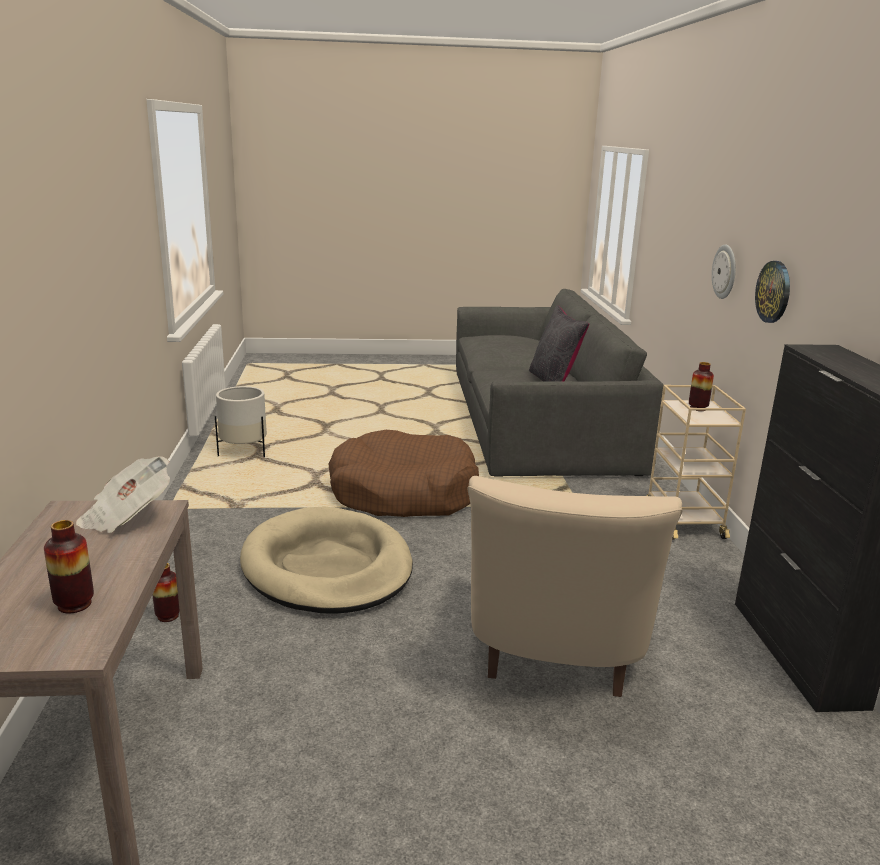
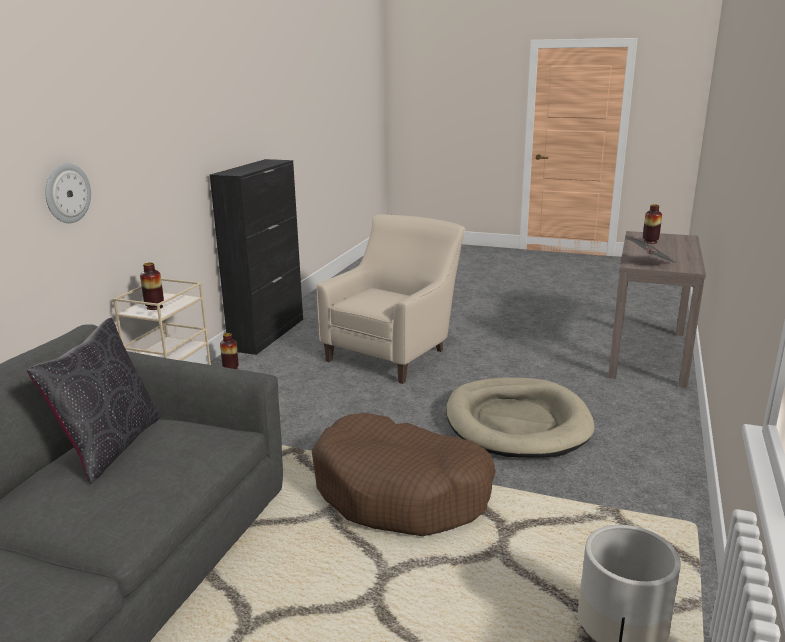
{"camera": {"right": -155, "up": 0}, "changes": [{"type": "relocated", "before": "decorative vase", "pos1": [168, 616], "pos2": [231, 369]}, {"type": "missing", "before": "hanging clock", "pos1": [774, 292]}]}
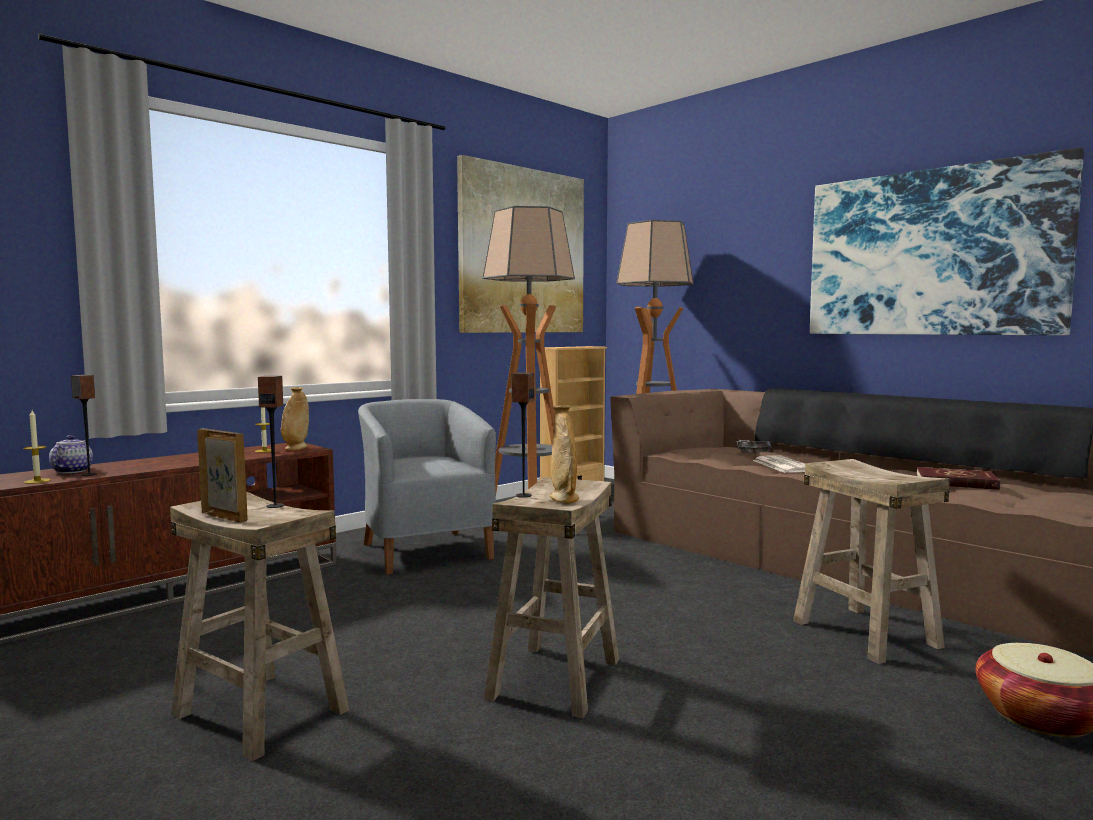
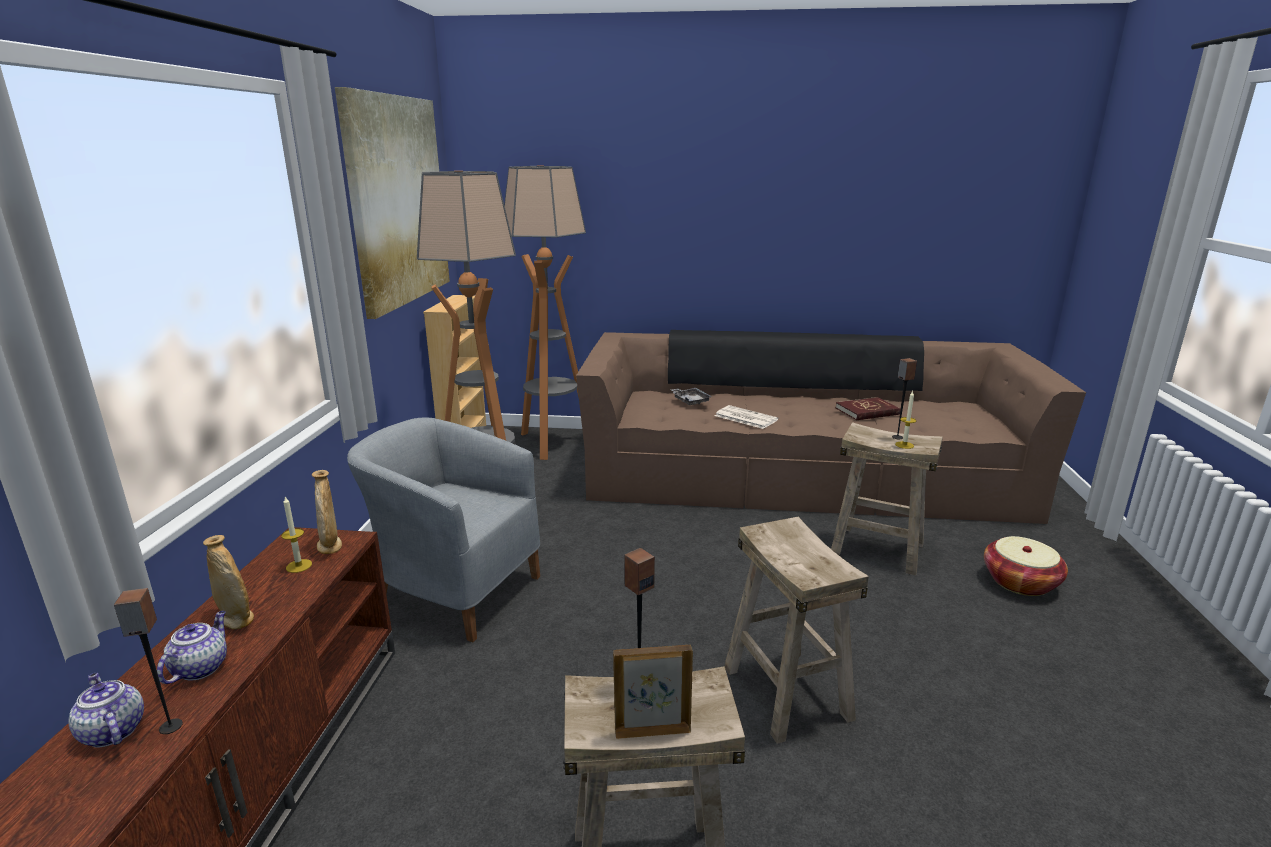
{"camera": {"right": -40, "up": 15}, "changes": [{"type": "relocated", "before": "wax candle", "pos1": [37, 481], "pos2": [904, 445]}, {"type": "relocated", "before": "speaker", "pos1": [523, 495], "pos2": [897, 437]}, {"type": "relocated", "before": "beige-coloured decorative vase", "pos1": [564, 499], "pos2": [236, 619]}, {"type": "missing", "before": "wall art", "pos1": [931, 253]}, {"type": "appeared", "after": "pot for tea", "pos2": [200, 667]}]}
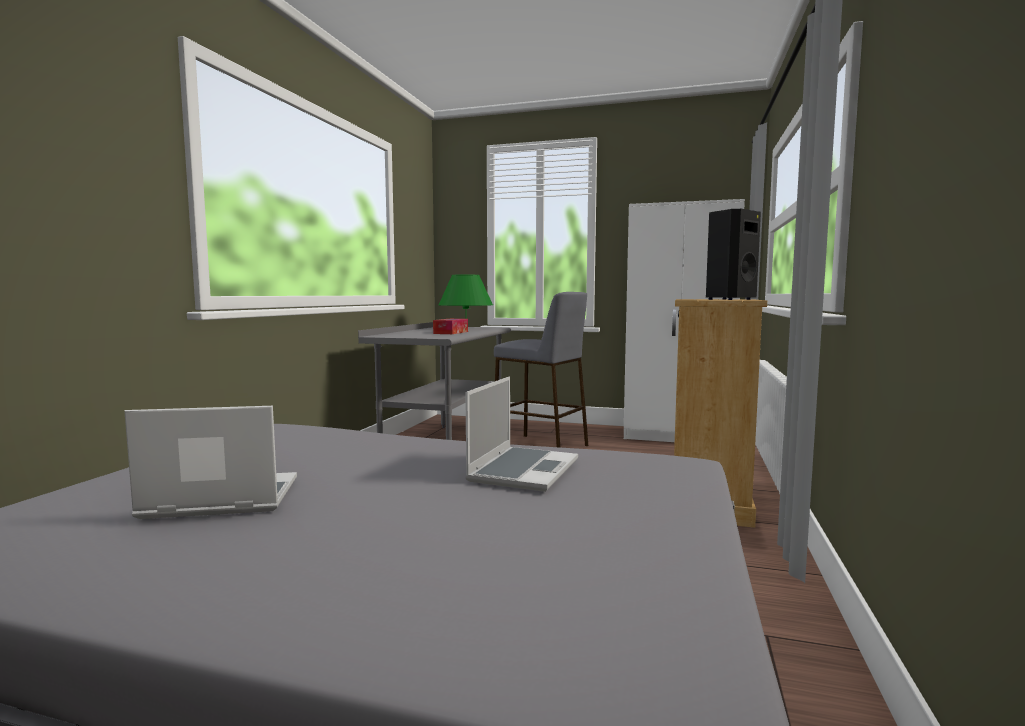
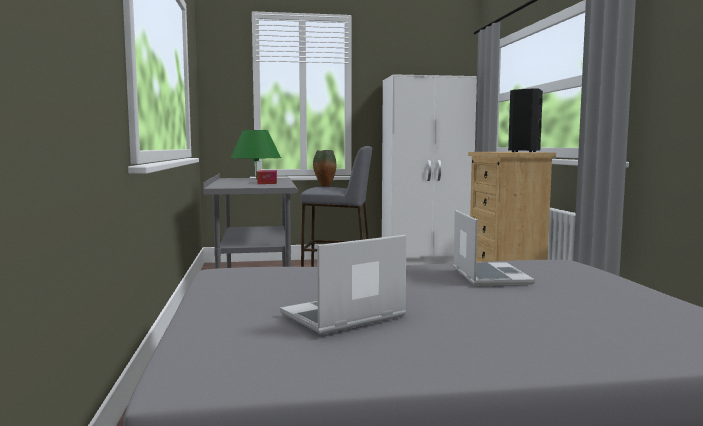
{"camera": {"right": -25, "up": 0}, "changes": [{"type": "appeared", "after": "decorative vase", "pos2": [324, 186]}]}
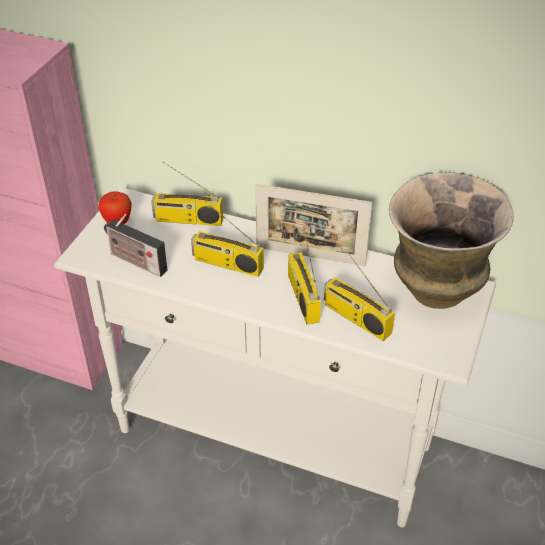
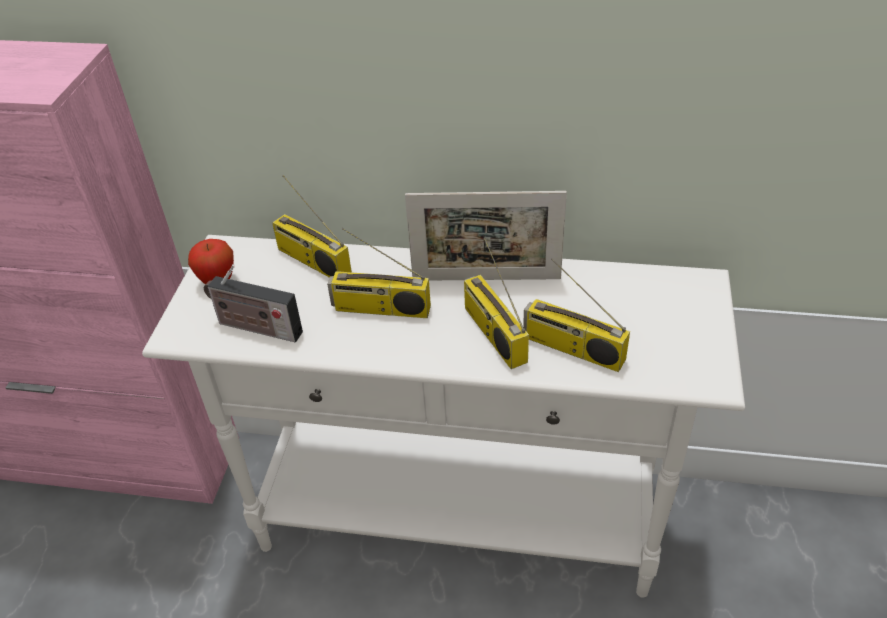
{"camera": {"right": -10, "up": 0}, "changes": [{"type": "spun", "before": "radio", "pos1": [188, 220], "pos2": [311, 261], "turn": 45}, {"type": "missing", "before": "decorative vase", "pos1": [435, 293]}]}
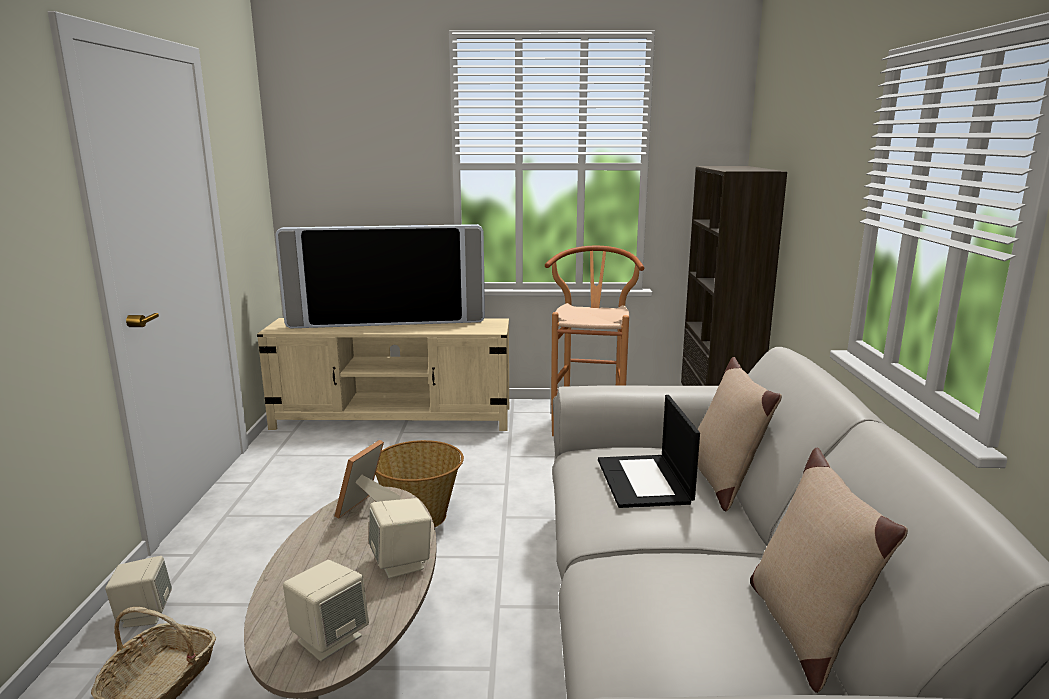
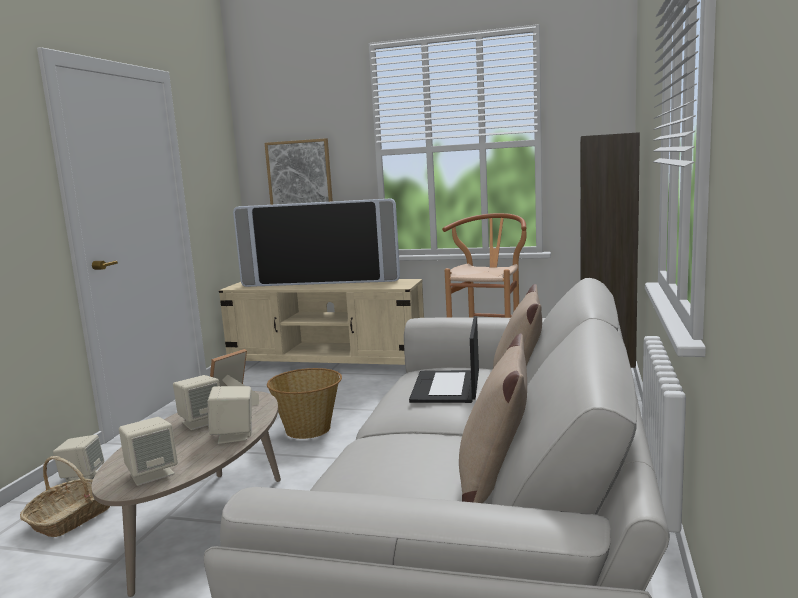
{"camera": {"right": 15, "up": -5}, "changes": [{"type": "appeared", "after": "beige-coloured speaker", "pos2": [201, 422]}, {"type": "appeared", "after": "wall art", "pos2": [299, 174]}]}
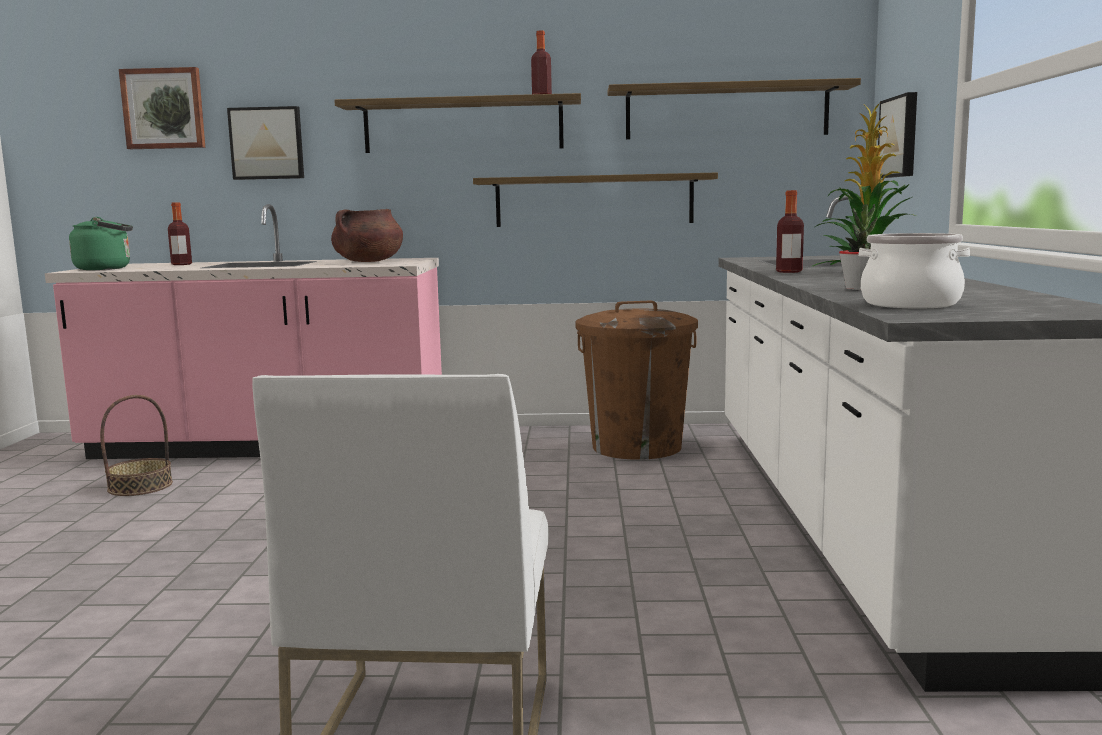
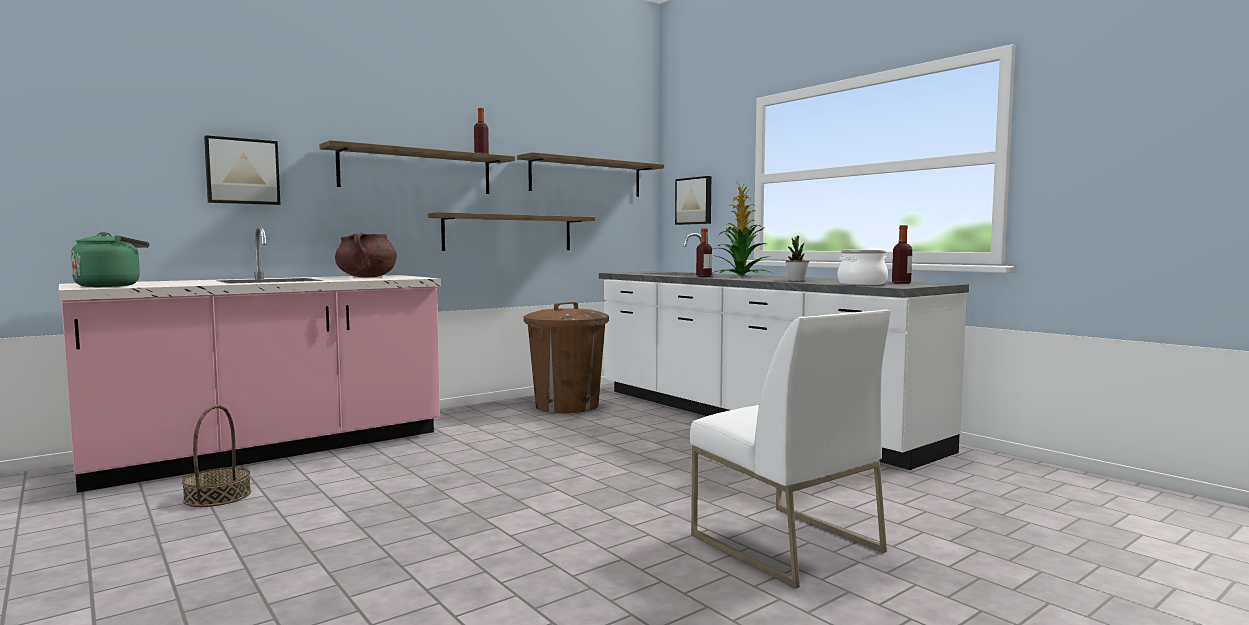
{"camera": {"right": -40, "up": -5}, "changes": [{"type": "missing", "before": "wall art", "pos1": [164, 109]}, {"type": "relocated", "before": "bottle", "pos1": [181, 264], "pos2": [901, 283]}]}
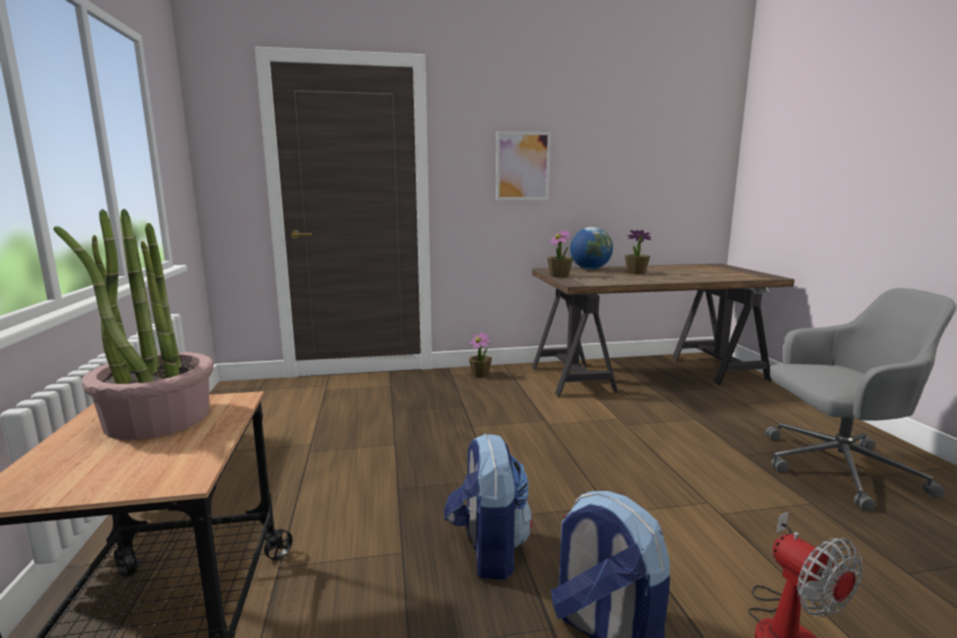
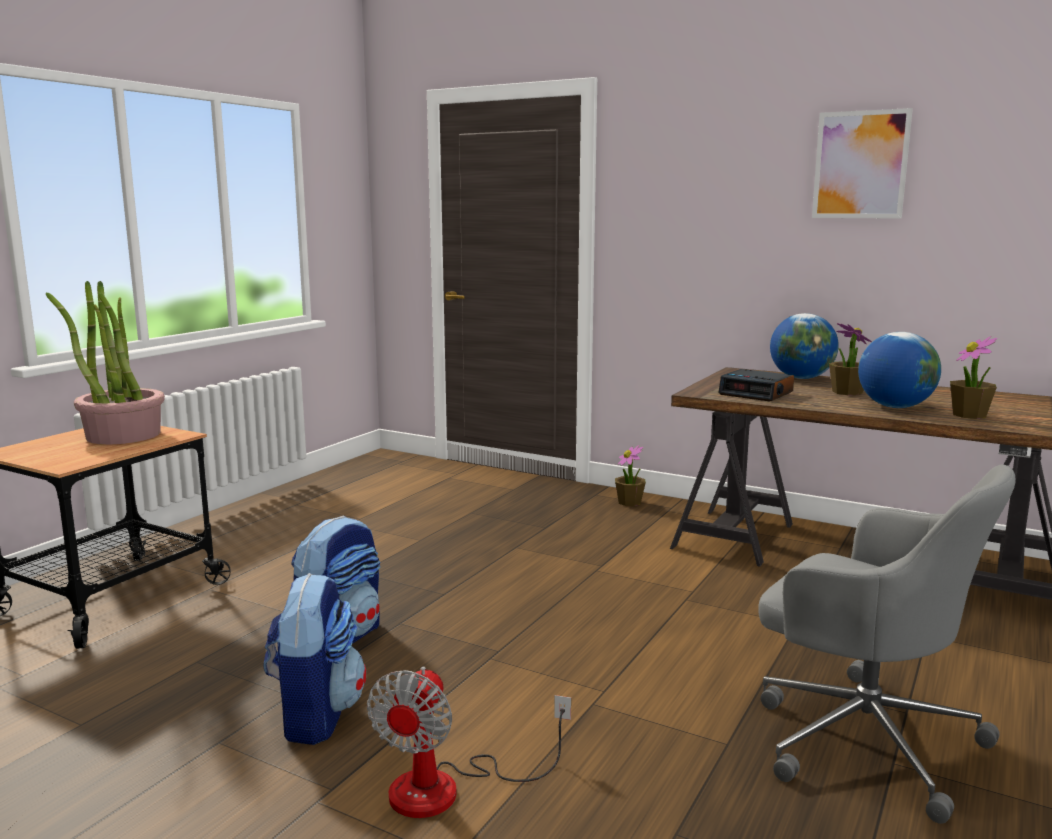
{"camera": {"right": 40, "up": 0}, "changes": [{"type": "relocated", "before": "wall art", "pos1": [523, 166], "pos2": [860, 165]}, {"type": "relocated", "before": "plant in a pot", "pos1": [559, 276], "pos2": [969, 415]}, {"type": "appeared", "after": "table clock", "pos2": [757, 393]}, {"type": "appeared", "after": "world globe", "pos2": [895, 407]}]}
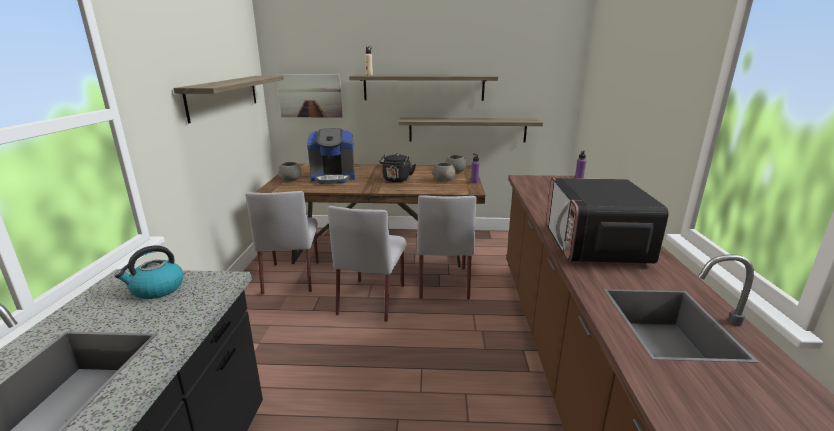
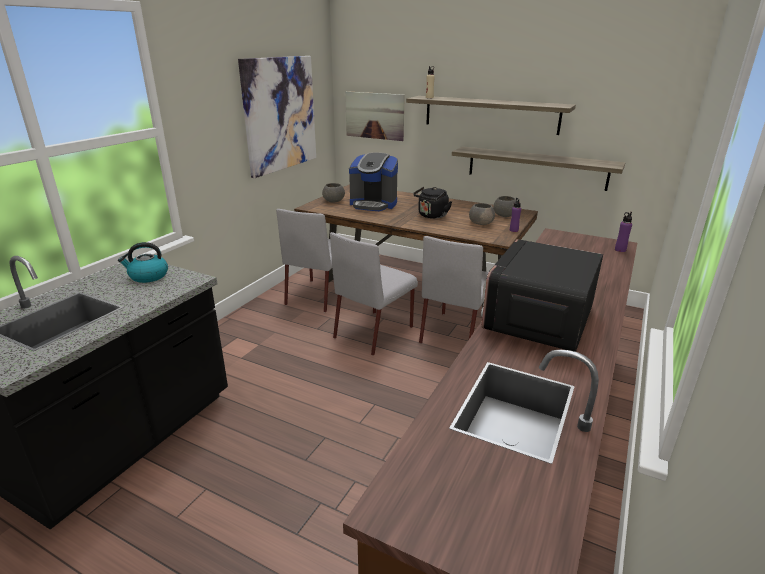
{"camera": {"right": 25, "up": 5}, "changes": [{"type": "exchanged", "before": "bracket shelf", "after": "wall art", "pos1": [224, 96], "pos2": [280, 114]}]}
